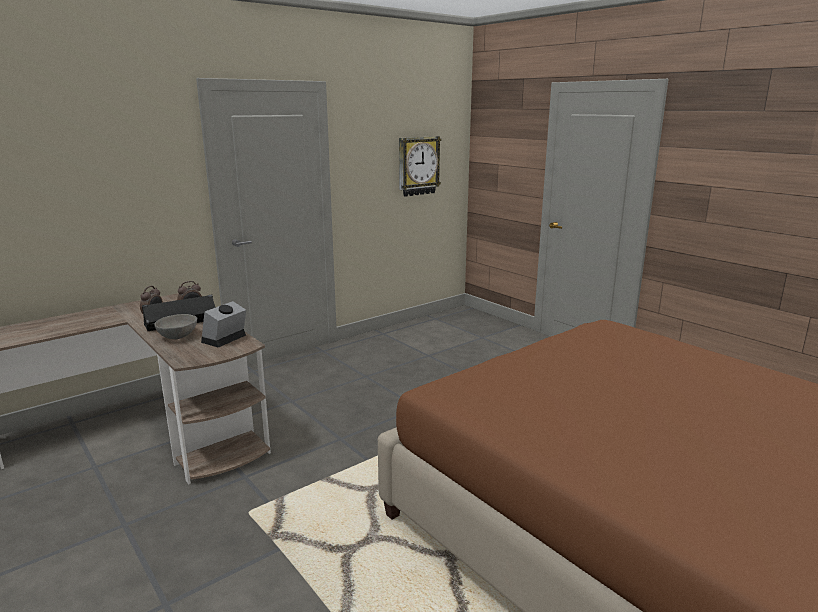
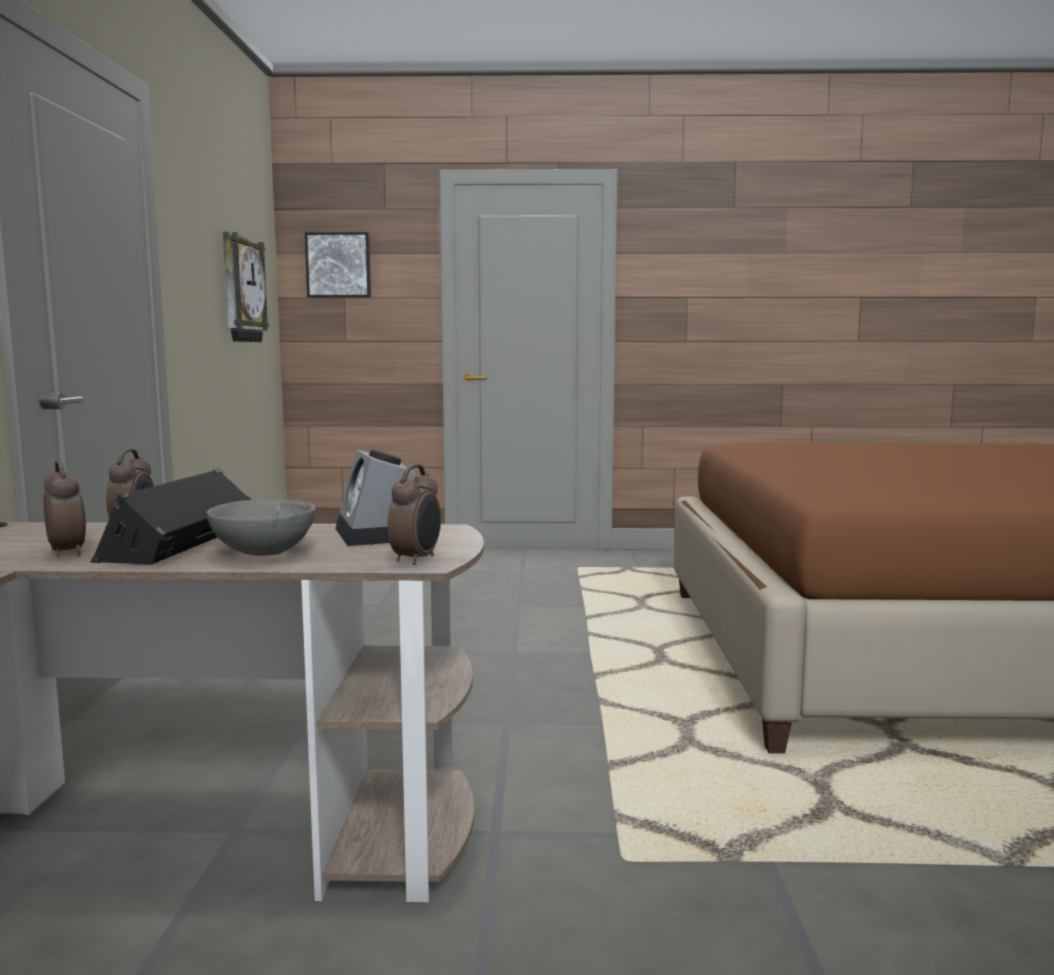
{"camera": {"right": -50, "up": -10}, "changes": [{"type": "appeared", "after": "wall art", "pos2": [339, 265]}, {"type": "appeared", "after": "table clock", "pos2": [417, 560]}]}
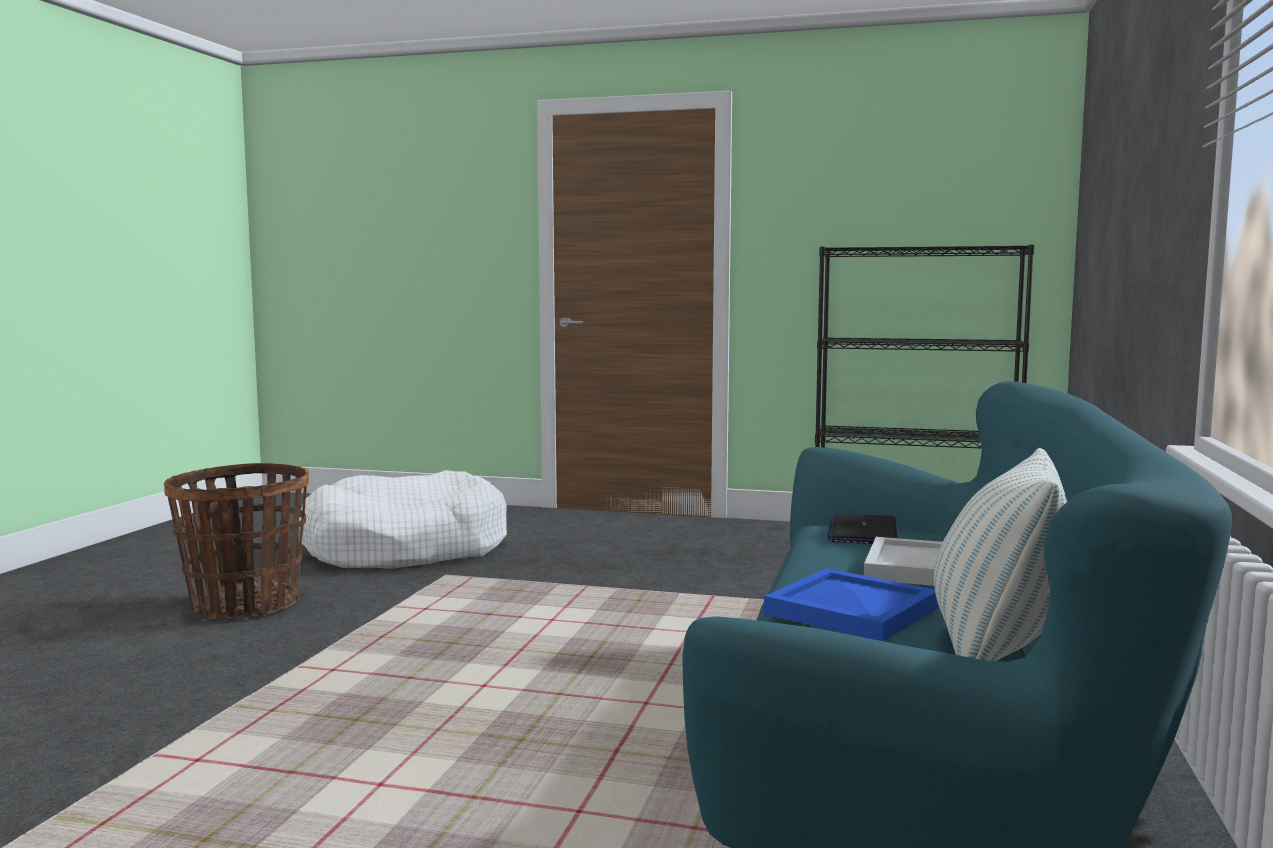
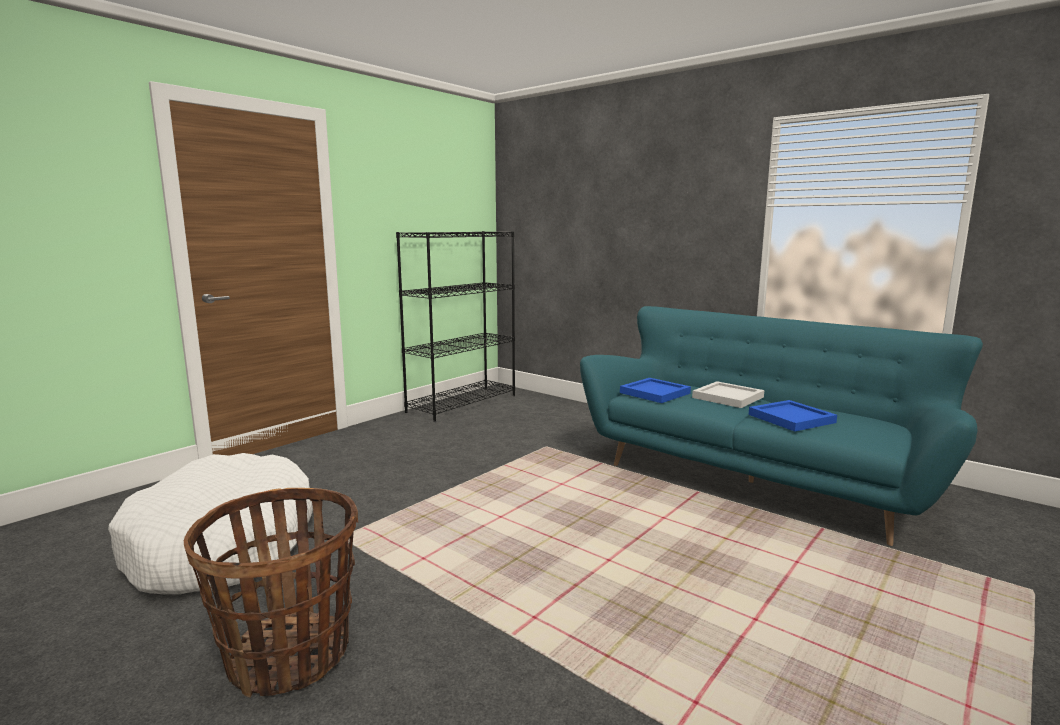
{"camera": {"right": -65, "up": 5}, "changes": [{"type": "exchanged", "before": "portable computer", "after": "bluish serving tray", "pos1": [862, 532], "pos2": [654, 392]}, {"type": "missing", "before": "cushion", "pos1": [997, 648]}]}
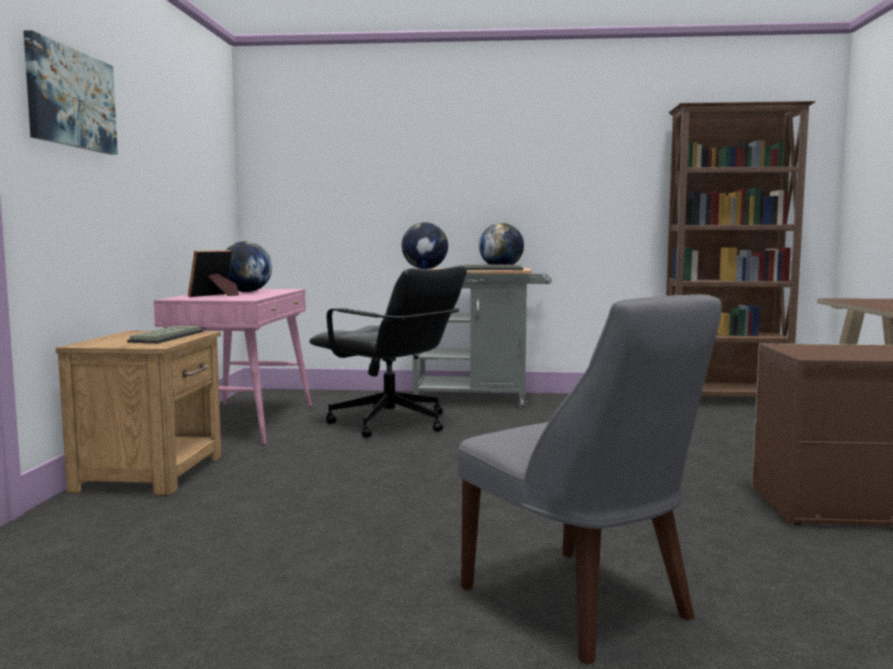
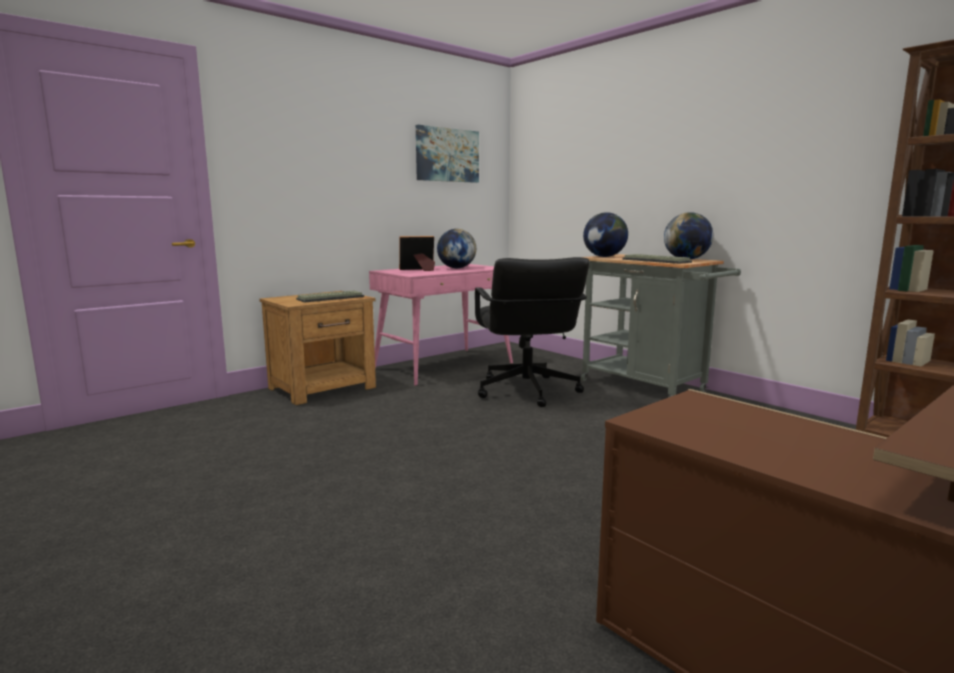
{"camera": {"right": 45, "up": 5}, "changes": [{"type": "relocated", "before": "wall art", "pos1": [71, 98], "pos2": [447, 155]}, {"type": "missing", "before": "grey chair", "pos1": [582, 606]}]}
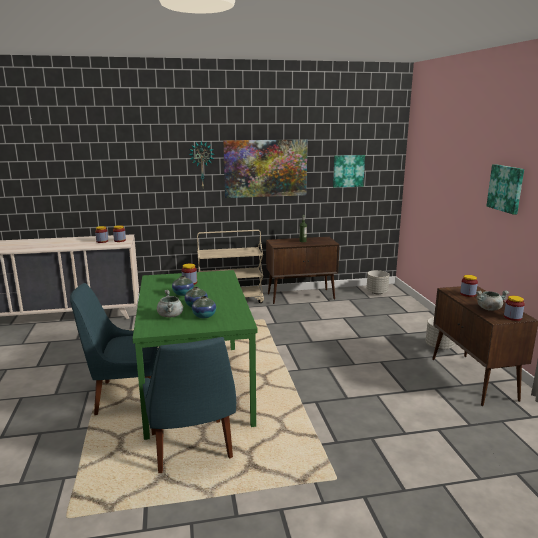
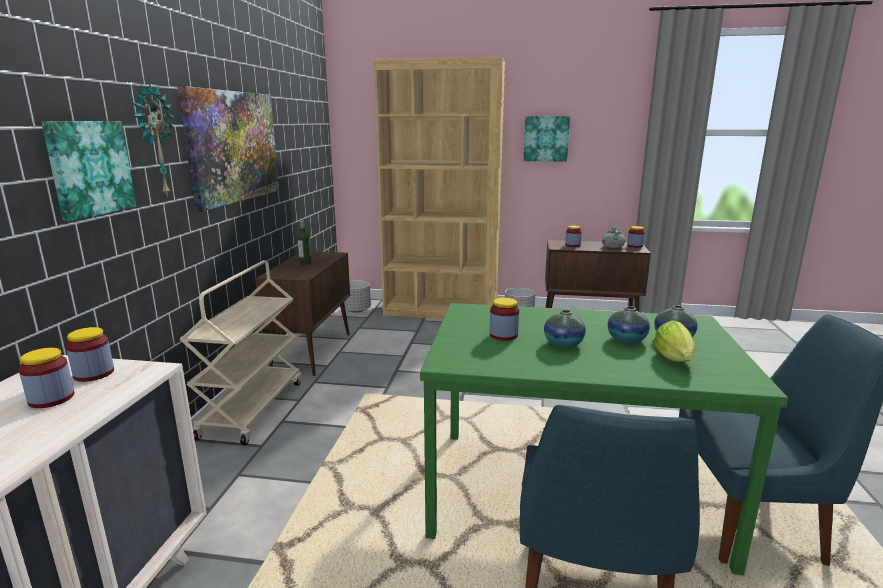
{"camera": {"right": -70, "up": 0}, "changes": [{"type": "exchanged", "before": "grey stockpot", "after": "head of lettuce", "pos1": [171, 316], "pos2": [675, 360]}, {"type": "relocated", "before": "wall art", "pos1": [348, 171], "pos2": [89, 168]}, {"type": "appeared", "after": "brown-coloured shelving unit", "pos2": [441, 310]}]}
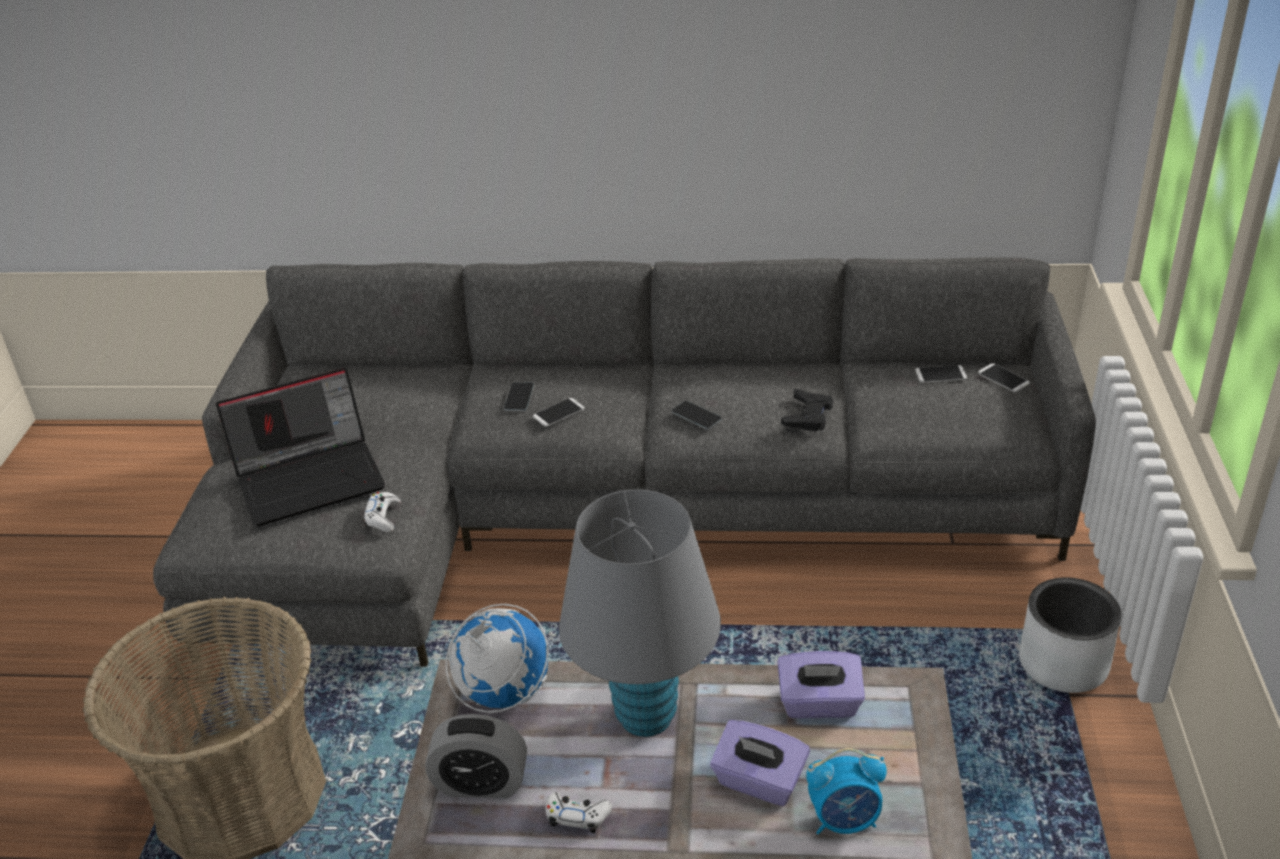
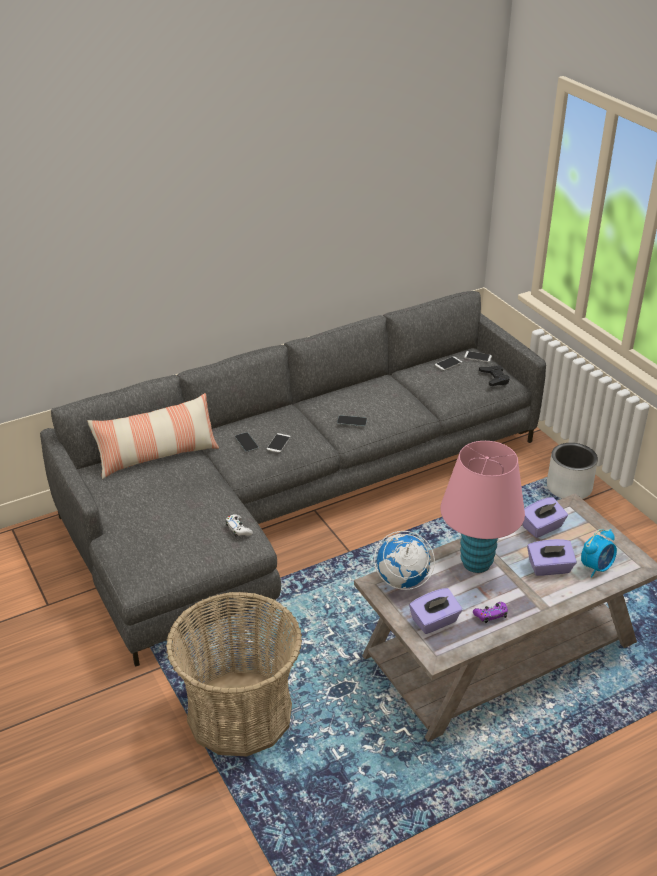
{"camera": {"right": -35, "up": 0}, "changes": [{"type": "missing", "before": "portable computer", "pos1": [311, 478]}, {"type": "exchanged", "before": "table clock", "after": "purple tissue box", "pos1": [481, 784], "pos2": [435, 621]}, {"type": "colour", "before": "whitish gamepad", "after": "purple gamepad", "pos1": [577, 816], "pos2": [491, 615]}, {"type": "colour", "before": "grey tabletop lamp", "after": "pink tabletop lamp", "pos1": [645, 716], "pos2": [476, 563]}, {"type": "relocated", "before": "black gamepad", "pos1": [808, 416], "pos2": [494, 378]}, {"type": "appeared", "after": "cushion", "pos2": [157, 456]}]}
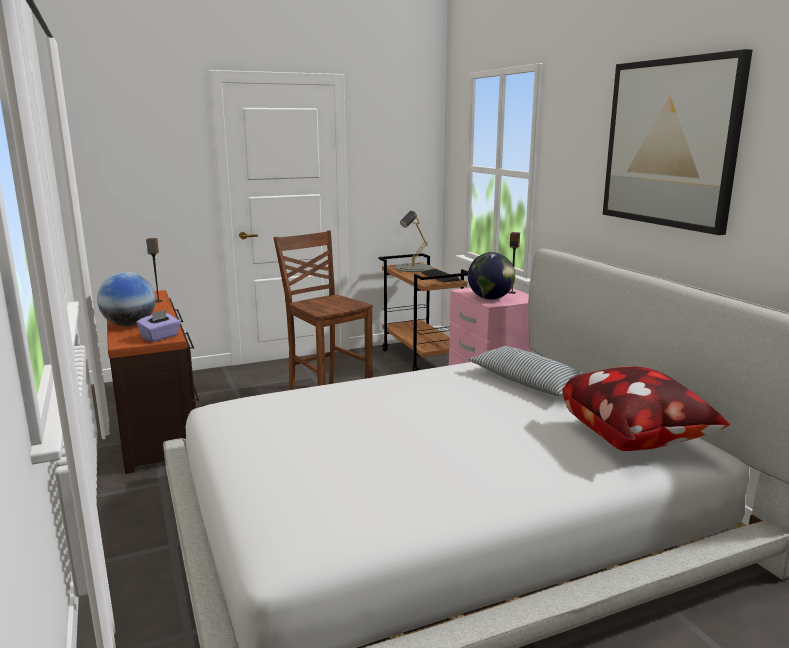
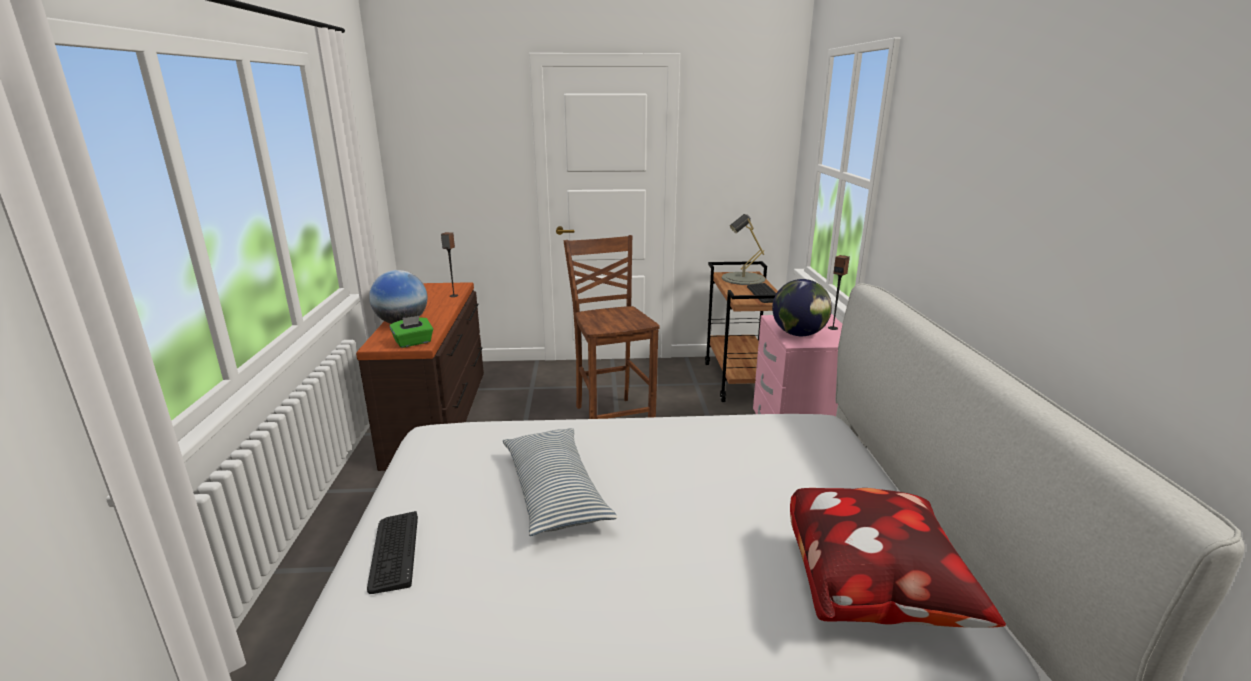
{"camera": {"right": 20, "up": 5}, "changes": [{"type": "colour", "before": "purple tissue box", "after": "green-coloured tissue box", "pos1": [160, 337], "pos2": [413, 342]}, {"type": "relocated", "before": "cushion", "pos1": [529, 382], "pos2": [555, 492]}, {"type": "missing", "before": "wall art", "pos1": [670, 143]}, {"type": "appeared", "after": "computer keyboard", "pos2": [394, 552]}]}
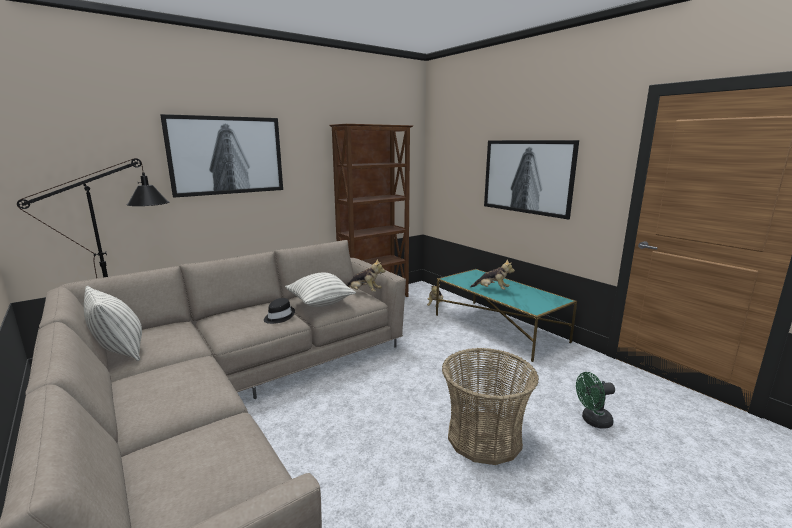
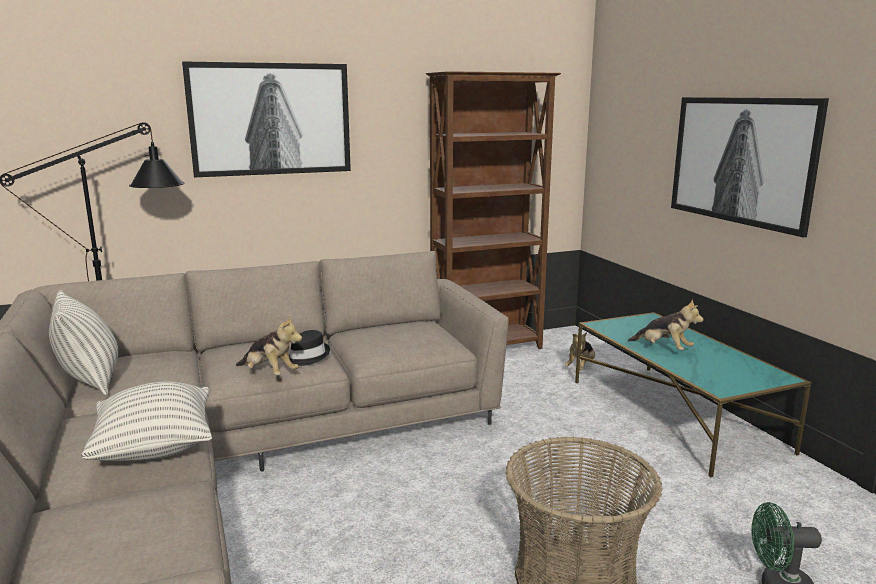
{"camera": {"right": 15, "up": 0}, "changes": [{"type": "relocated", "before": "cushion", "pos1": [320, 303], "pos2": [155, 449]}, {"type": "relocated", "before": "plush toy", "pos1": [363, 292], "pos2": [269, 373]}]}
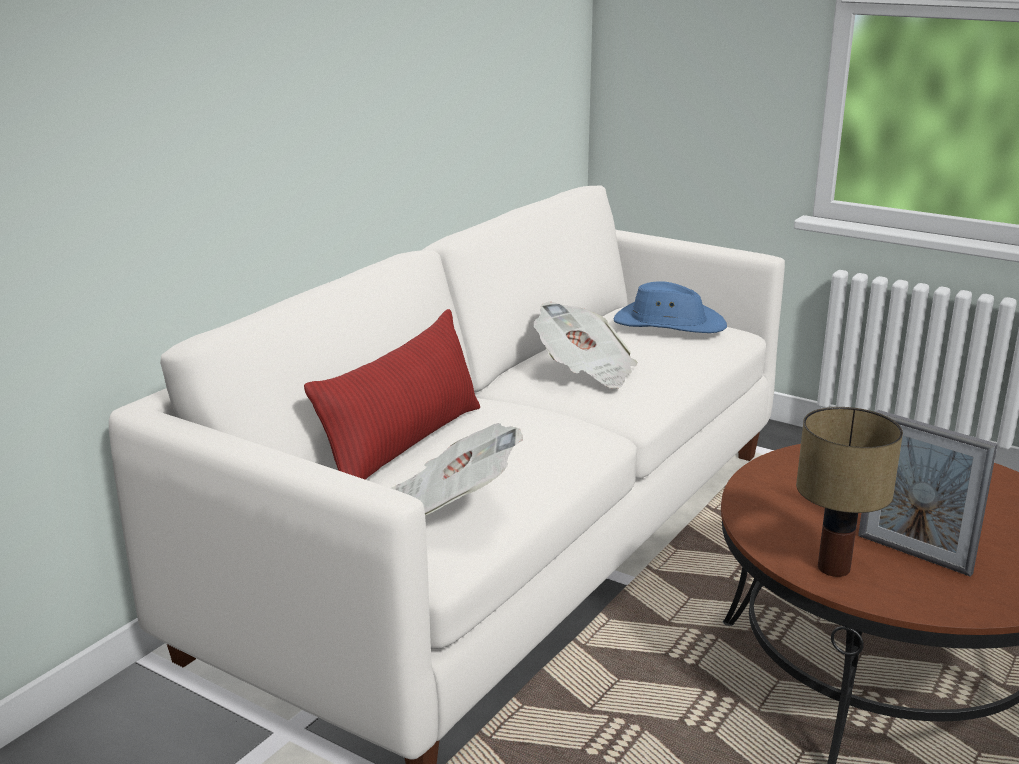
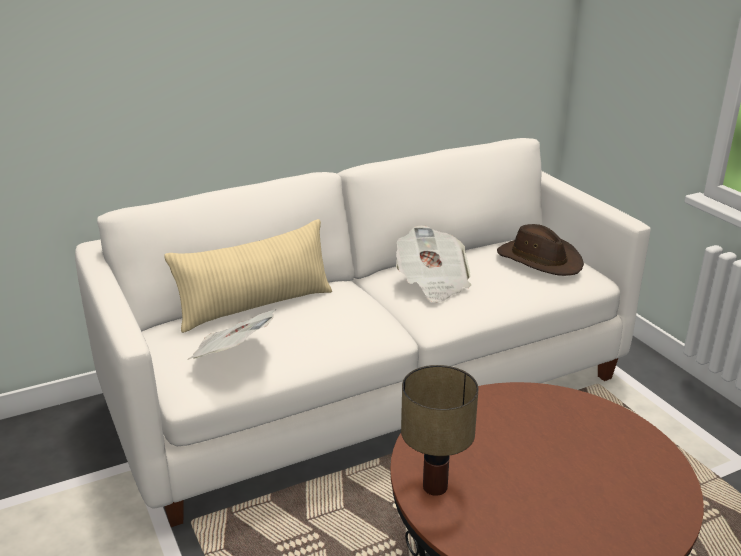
{"camera": {"right": 30, "up": 5}, "changes": [{"type": "colour", "before": "red cushion", "after": "beige-coloured cushion", "pos1": [403, 446], "pos2": [255, 306]}, {"type": "colour", "before": "bluish hat", "after": "brown-coloured hat", "pos1": [668, 324], "pos2": [539, 259]}, {"type": "missing", "before": "picture frame", "pos1": [913, 554]}]}
